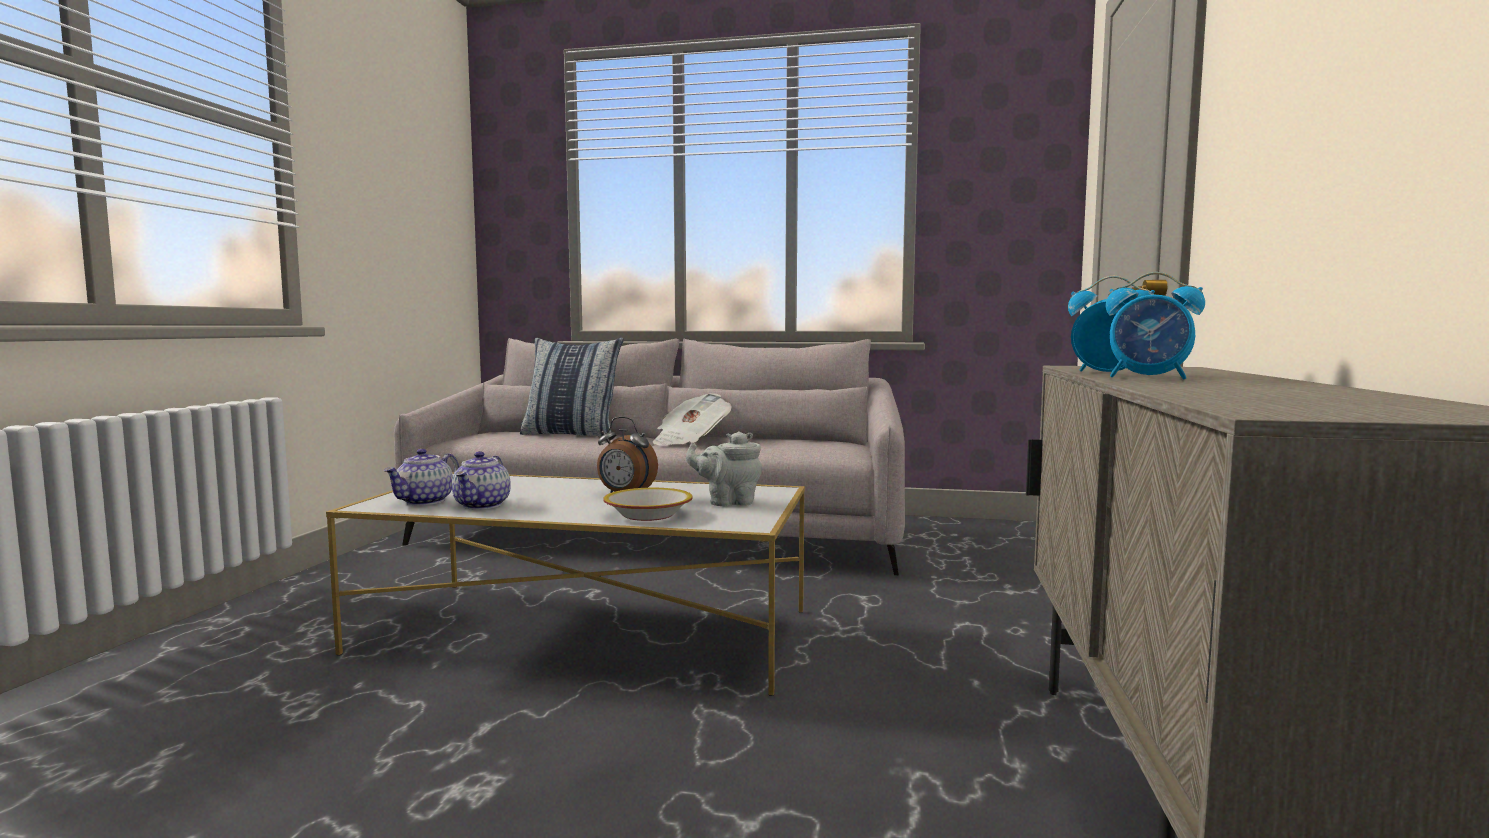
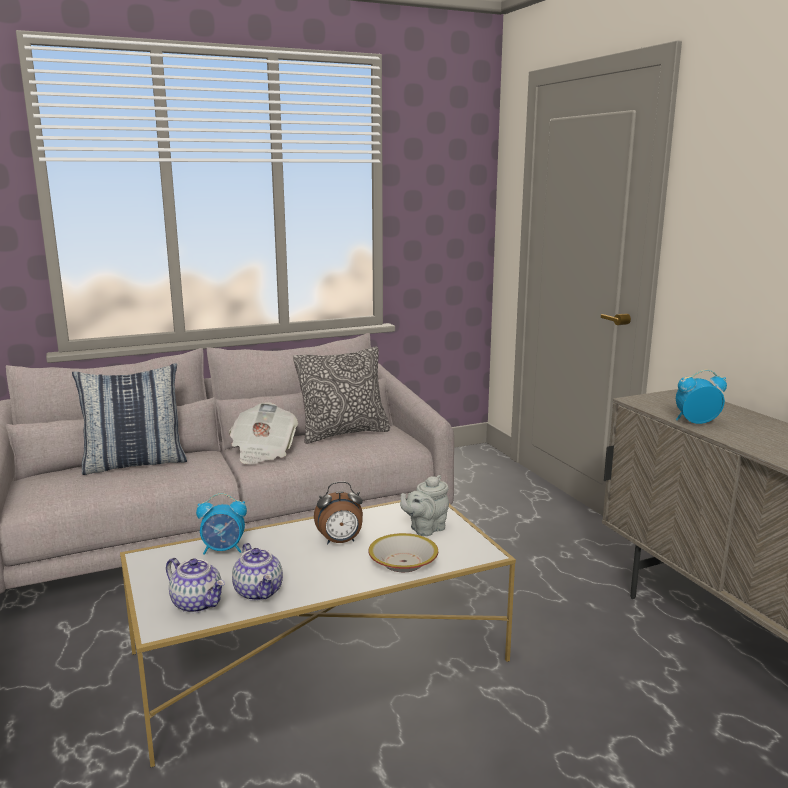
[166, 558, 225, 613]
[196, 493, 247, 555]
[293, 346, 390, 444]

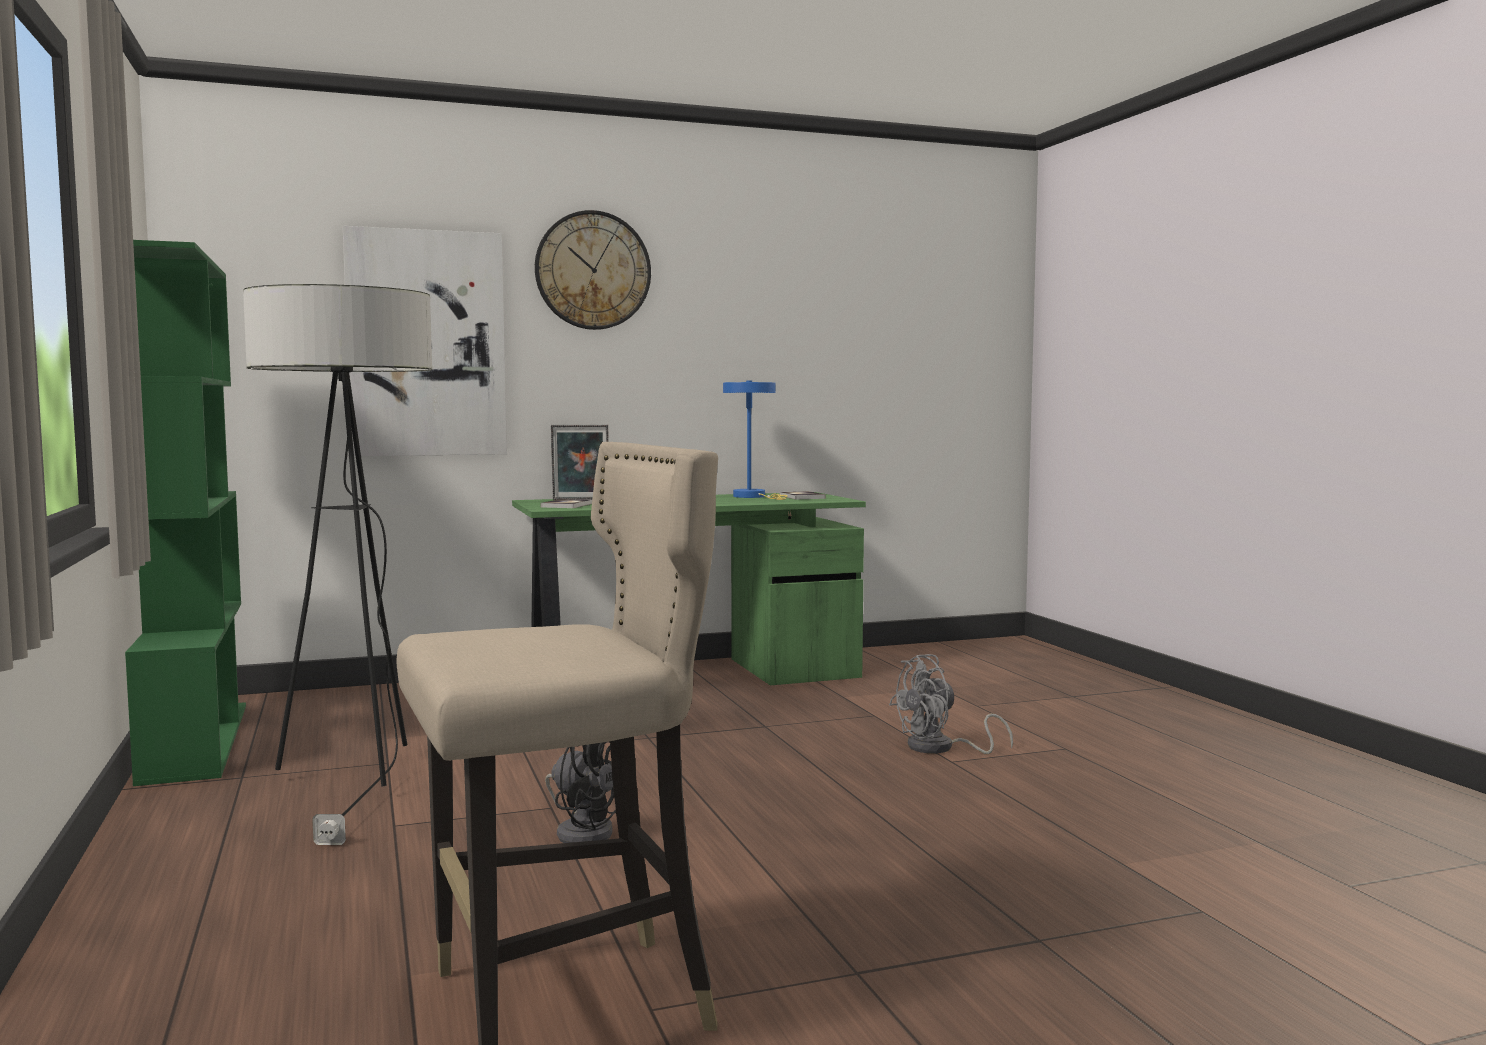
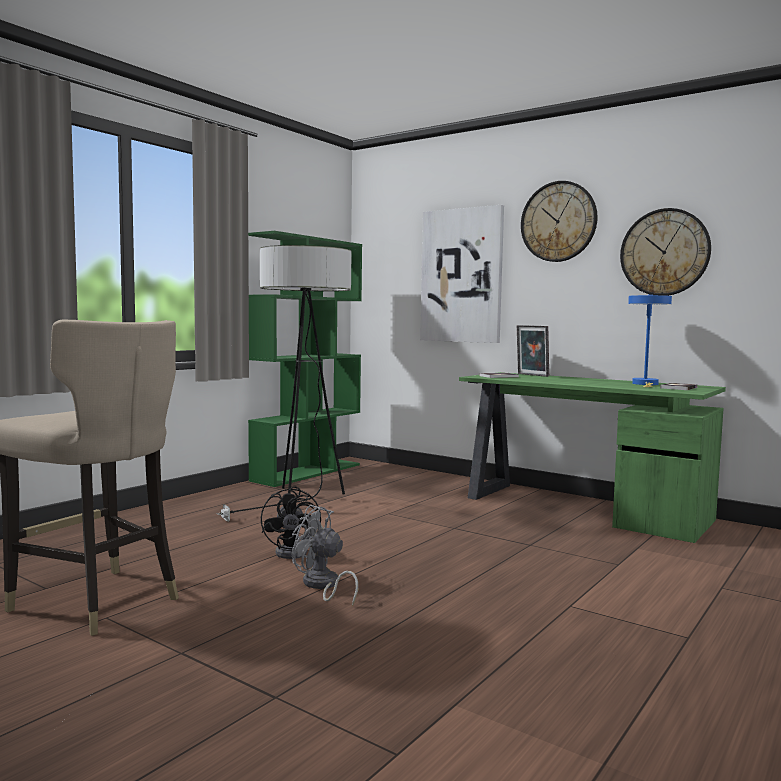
[292, 505, 358, 606]
[620, 208, 711, 296]

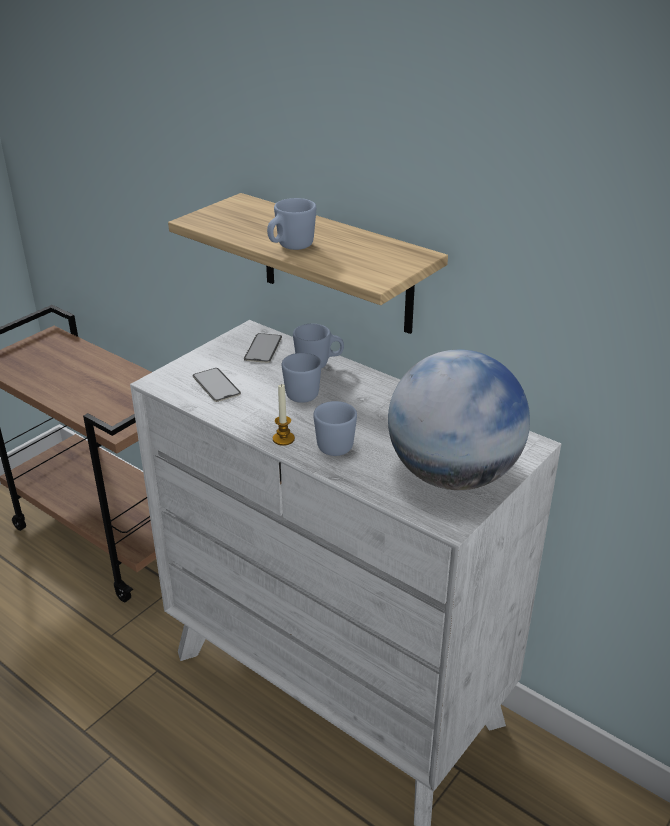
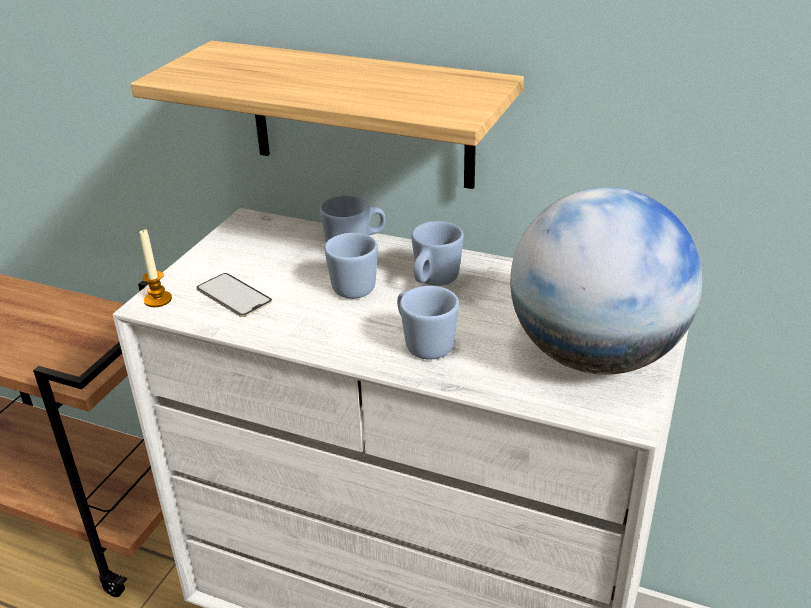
[139, 228, 172, 307]
[411, 221, 464, 286]
[244, 333, 282, 363] (first image)

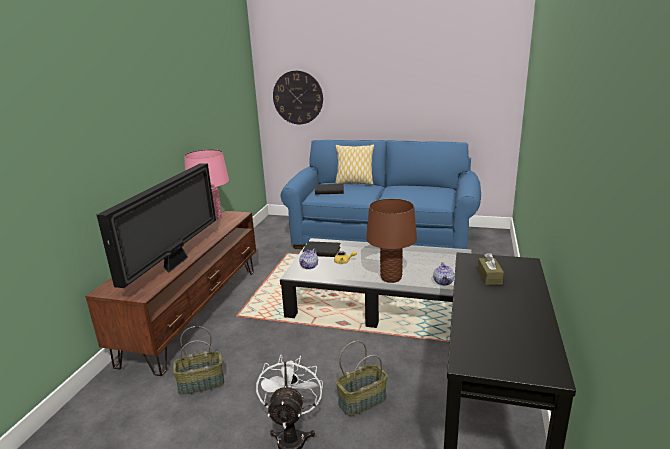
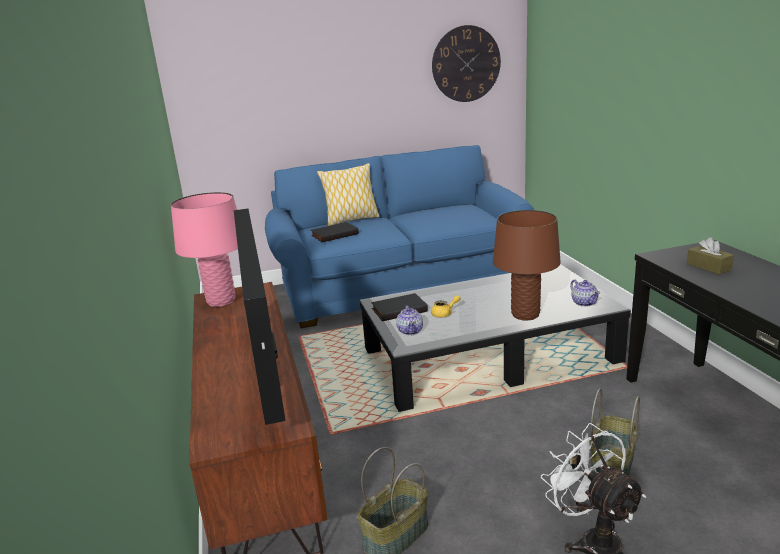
[432, 25, 501, 102]

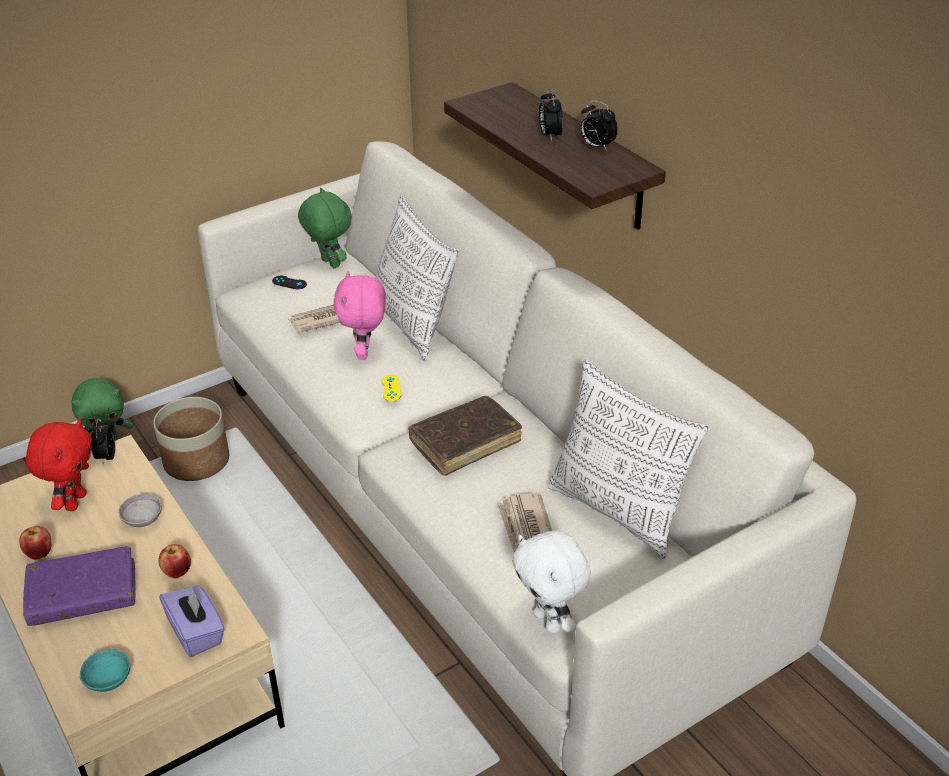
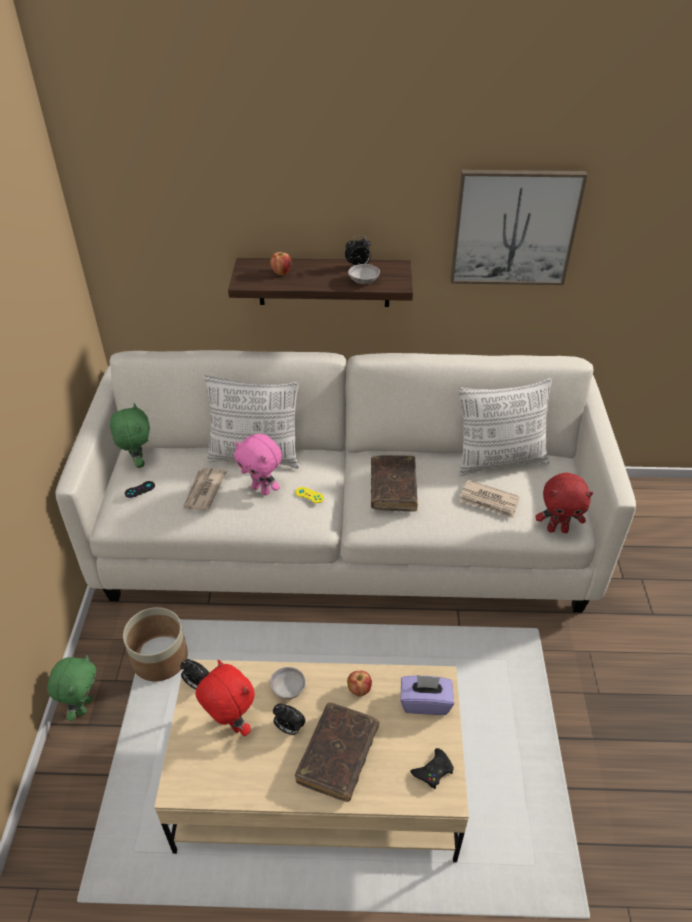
[110, 403, 150, 468]
[270, 252, 291, 275]
[273, 703, 306, 735]
[295, 702, 379, 802]
[348, 264, 380, 284]
[410, 748, 454, 789]
[450, 170, 588, 285]
[536, 473, 593, 533]

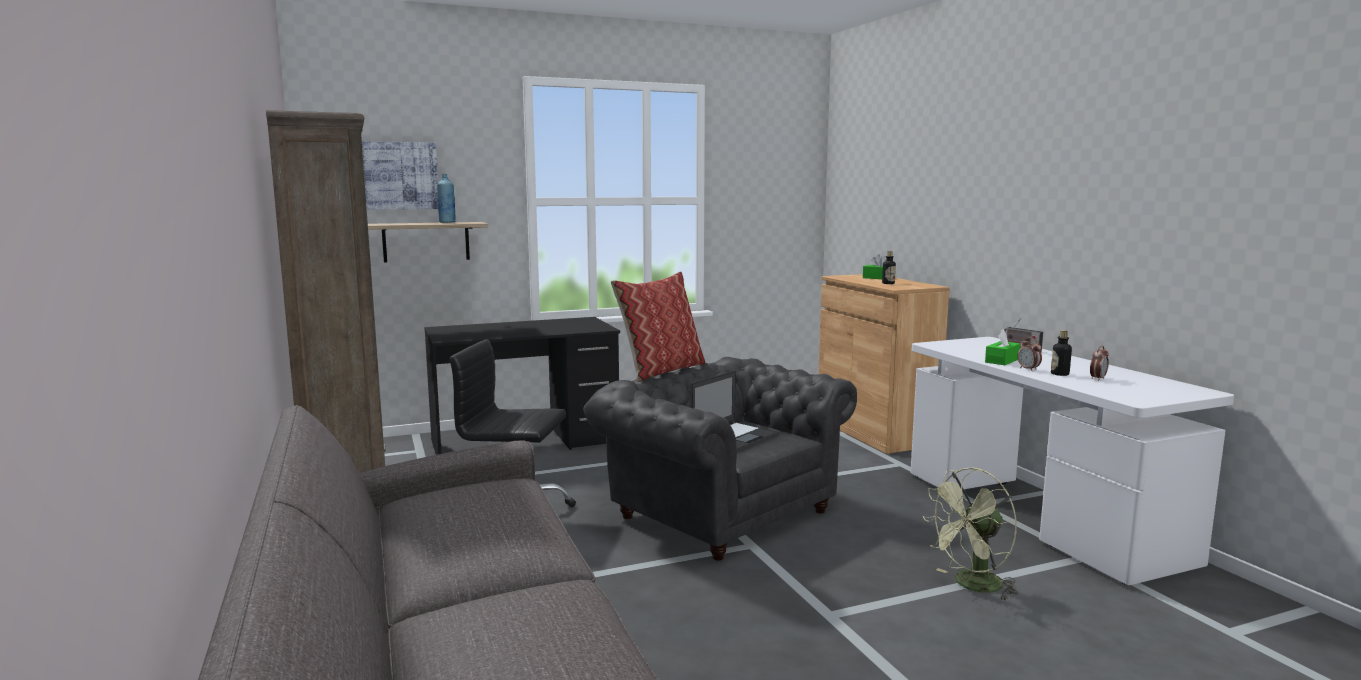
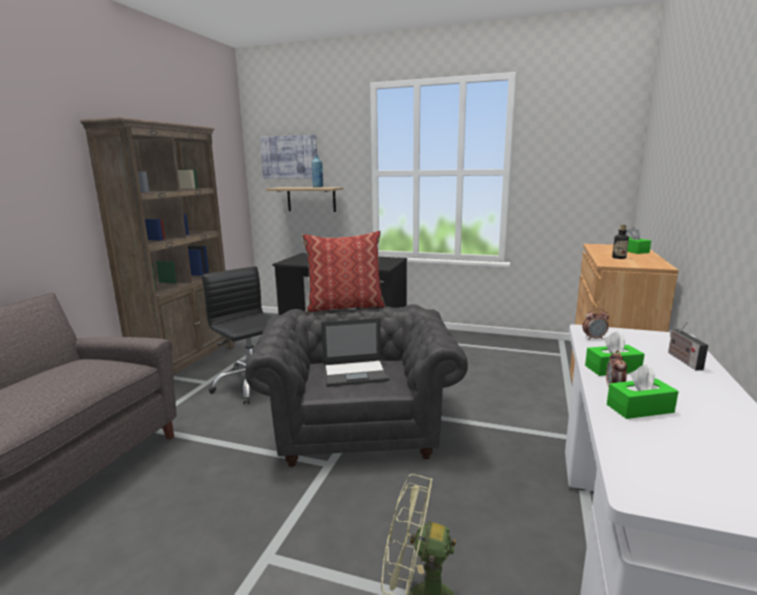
[583, 308, 609, 340]
[607, 364, 679, 419]

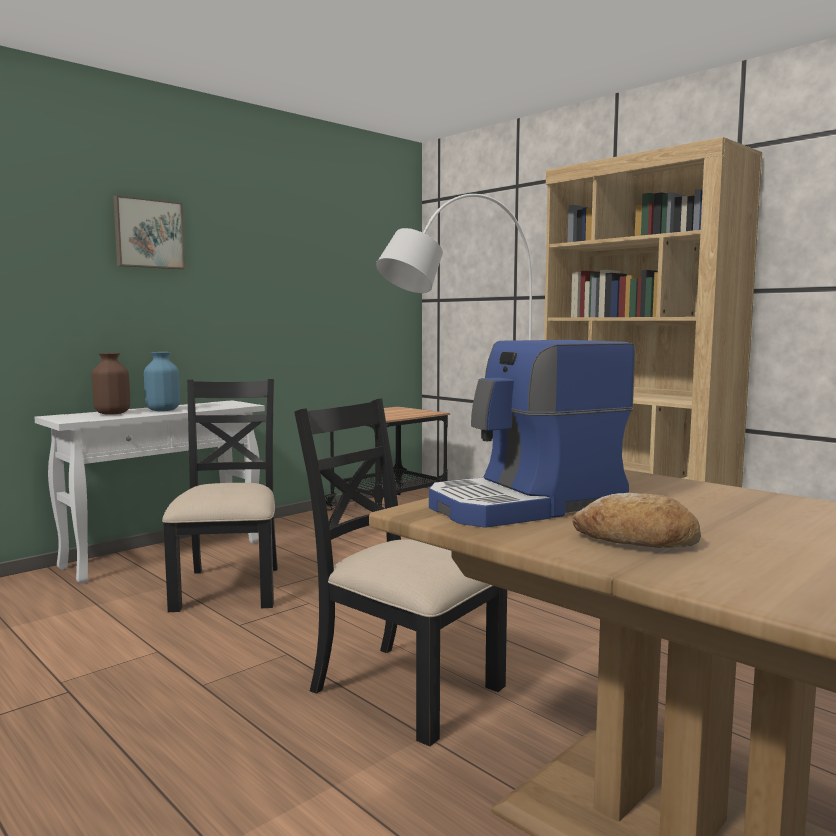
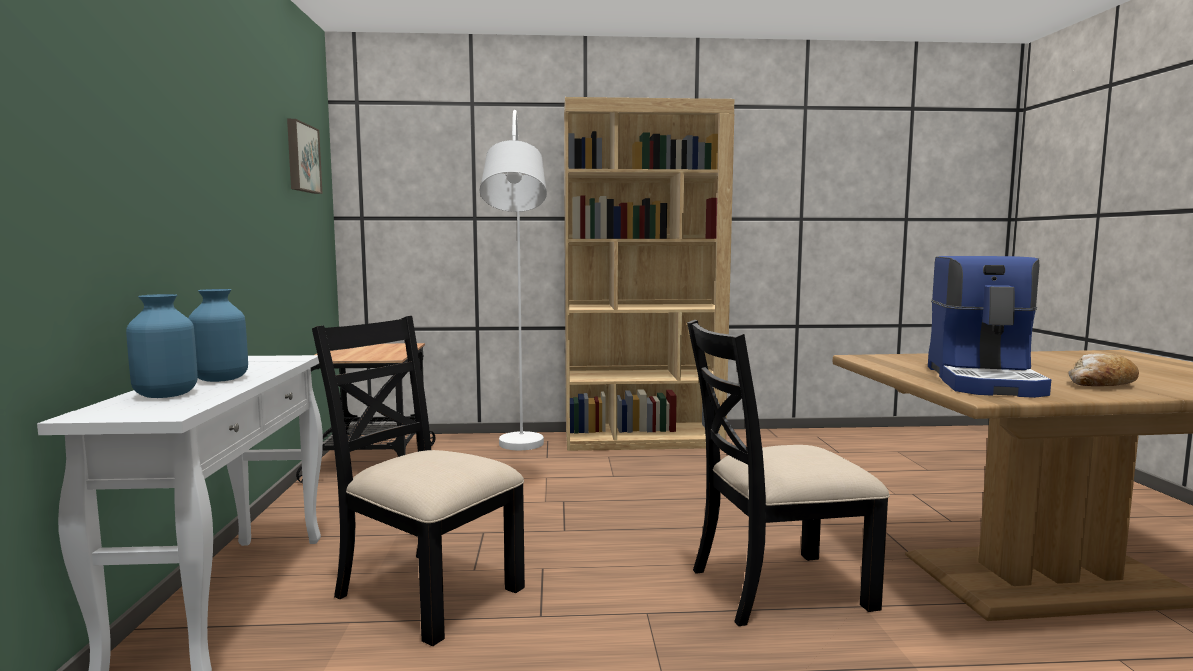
[126, 294, 198, 398]
[287, 119, 323, 194]

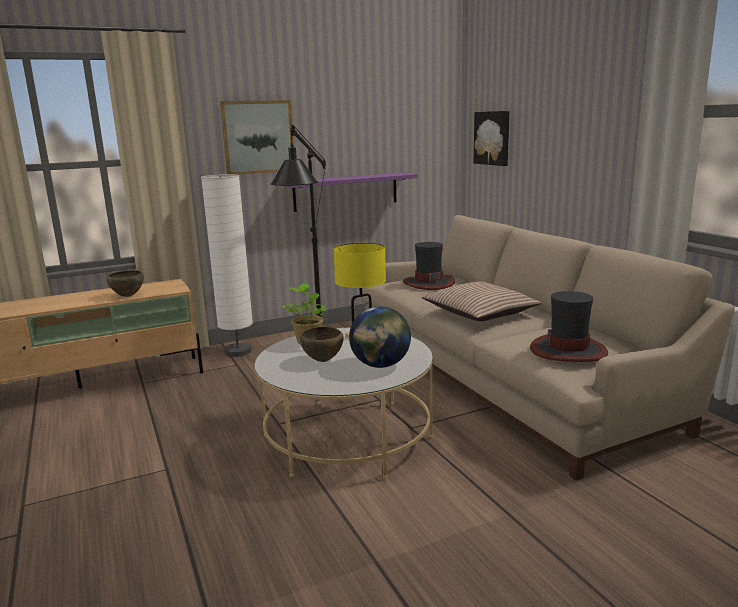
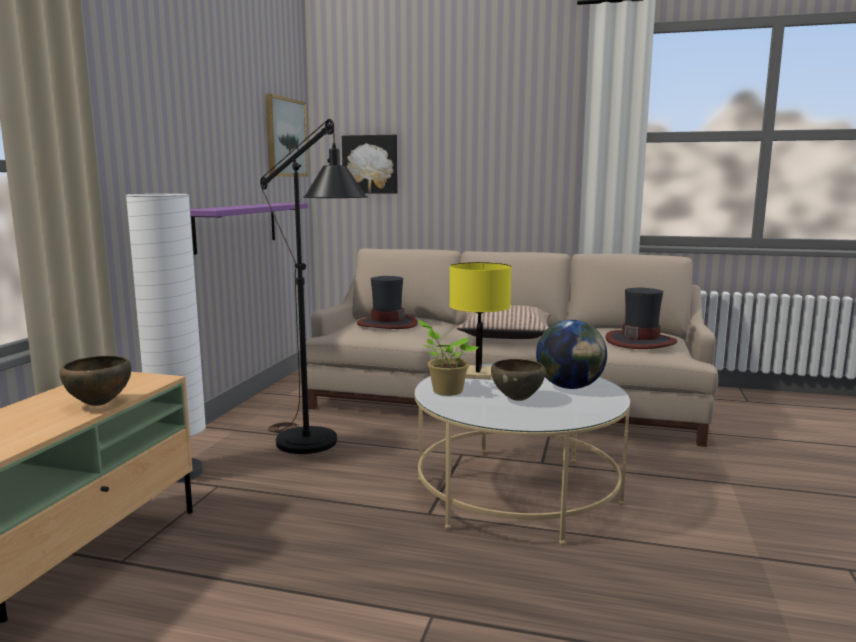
[265, 94, 308, 177]

